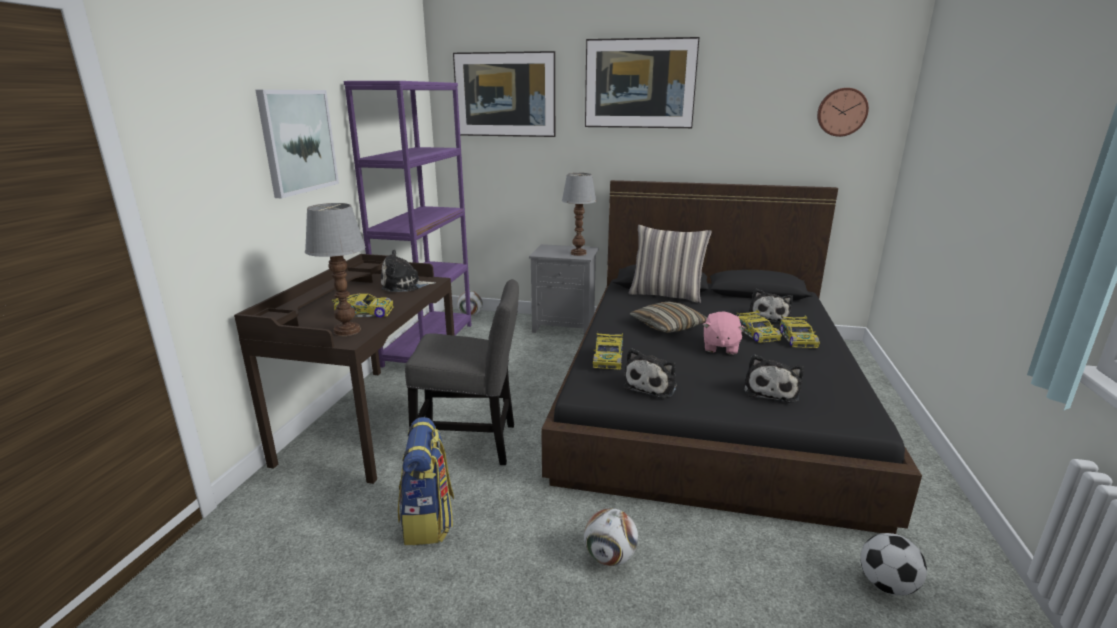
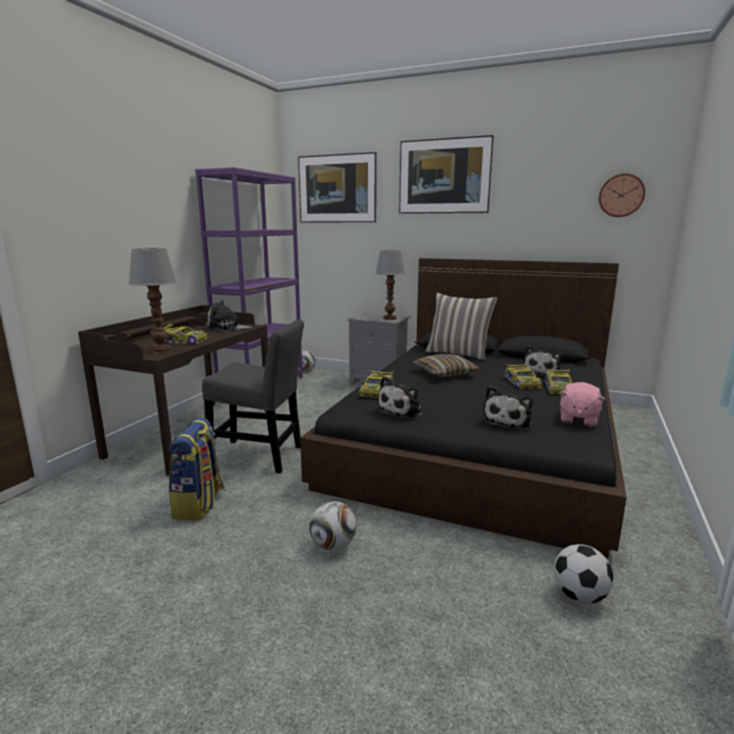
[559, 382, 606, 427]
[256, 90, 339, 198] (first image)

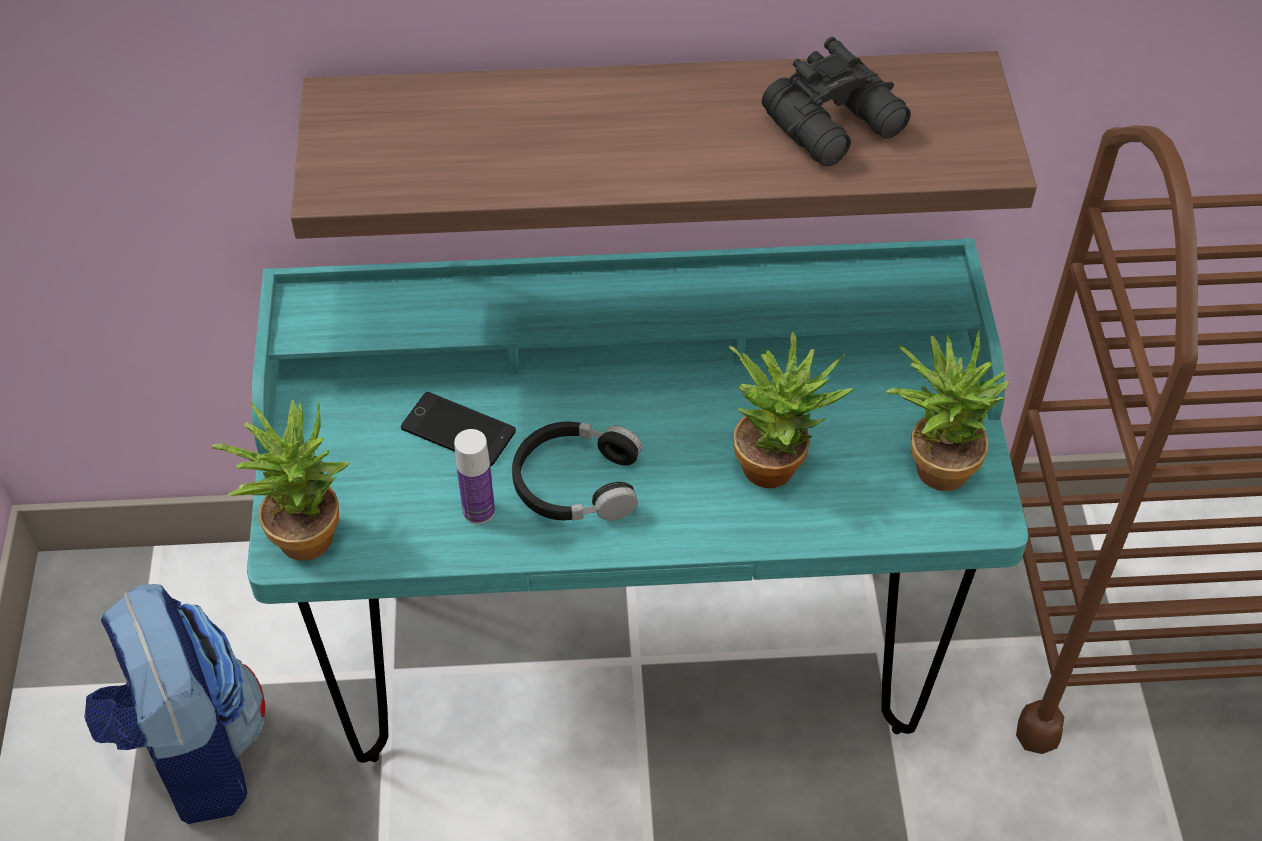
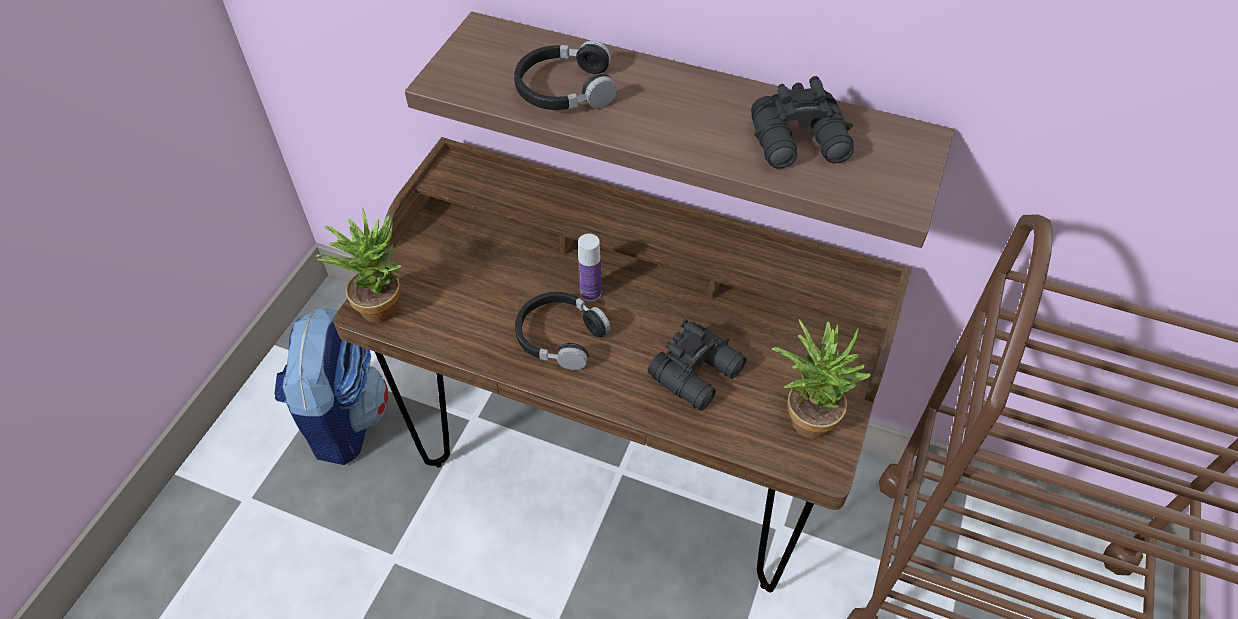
[333, 137, 912, 593]
[514, 40, 617, 110]
[578, 234, 601, 302]
[648, 319, 747, 411]
[401, 392, 516, 466] (first image)

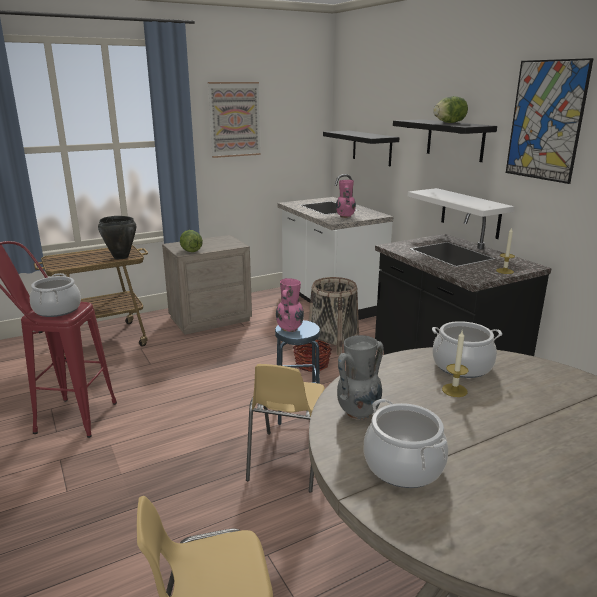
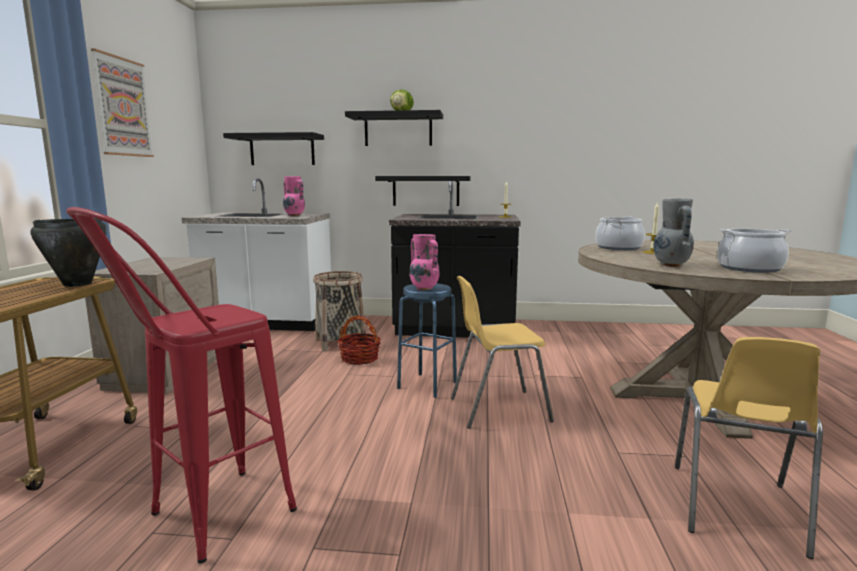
[375, 176, 471, 206]
[451, 276, 554, 429]
[30, 273, 81, 317] (first image)
[180, 230, 203, 252] (first image)
[506, 58, 594, 184] (first image)

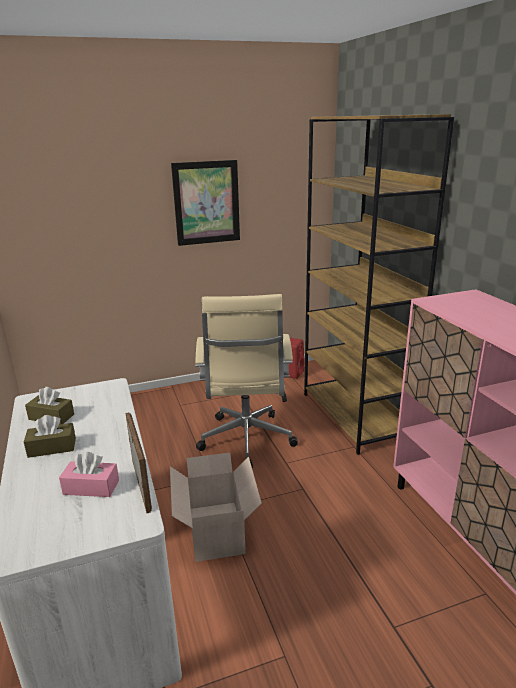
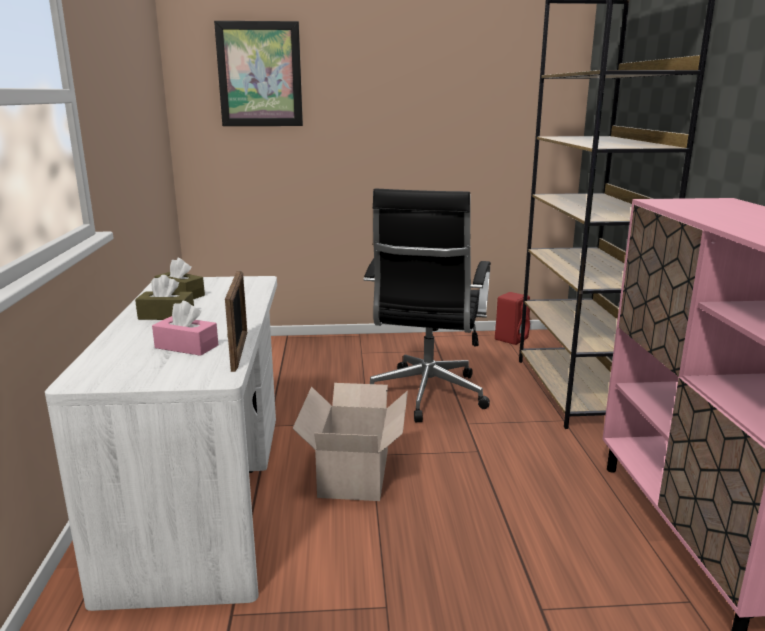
[214, 21, 303, 126]
[363, 189, 491, 423]

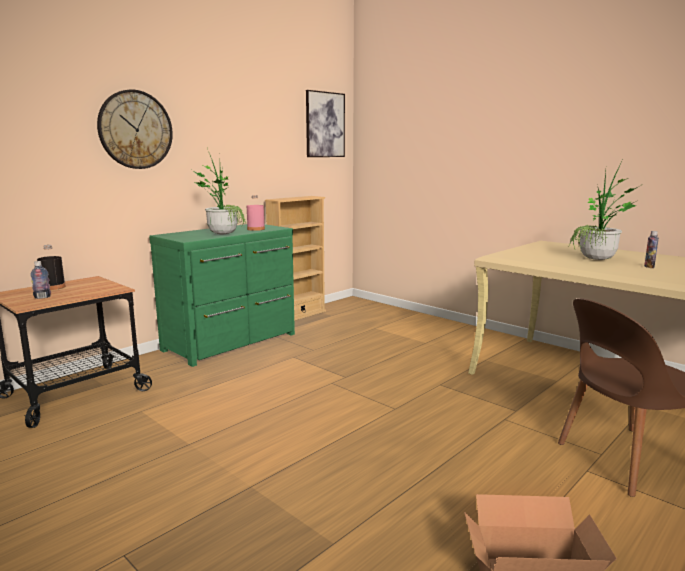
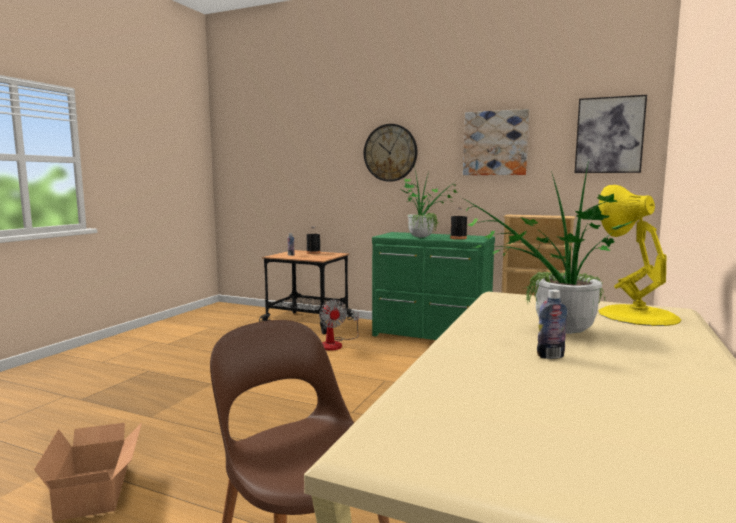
[319, 300, 359, 351]
[450, 207, 467, 240]
[463, 109, 529, 175]
[598, 185, 681, 326]

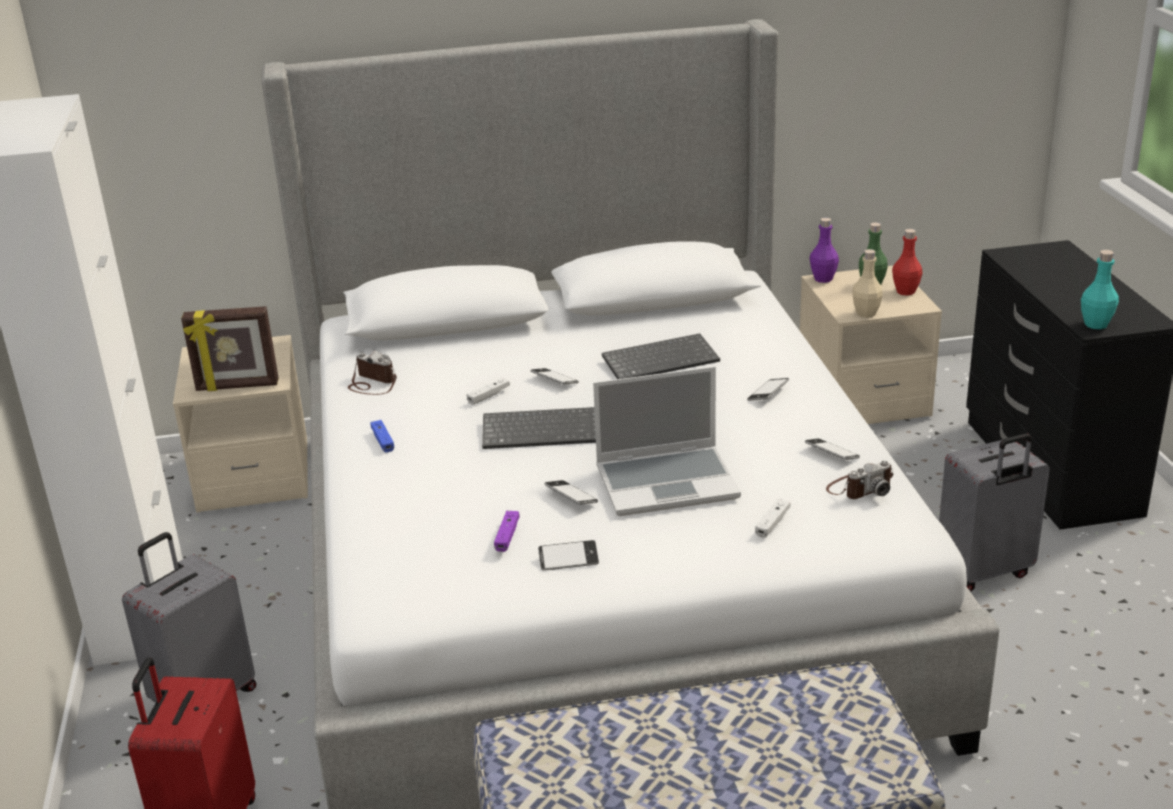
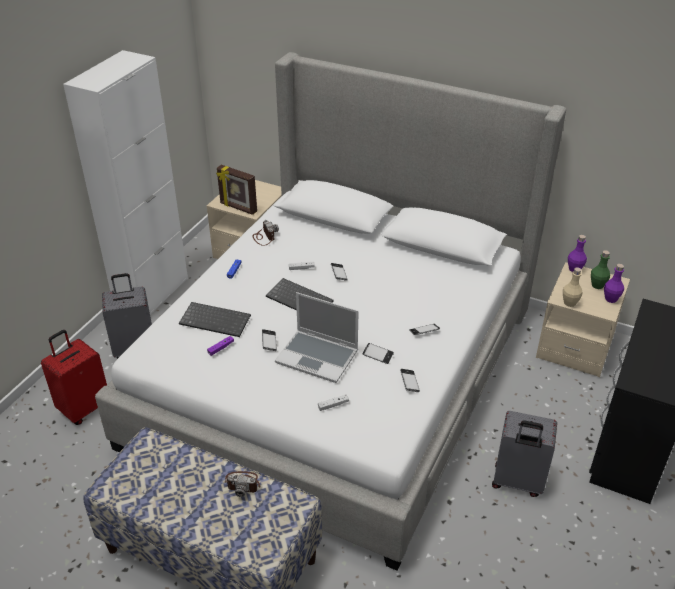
[179, 302, 251, 337]
[225, 471, 261, 497]
[363, 343, 394, 364]
[604, 264, 624, 303]
[1081, 250, 1119, 329] (first image)

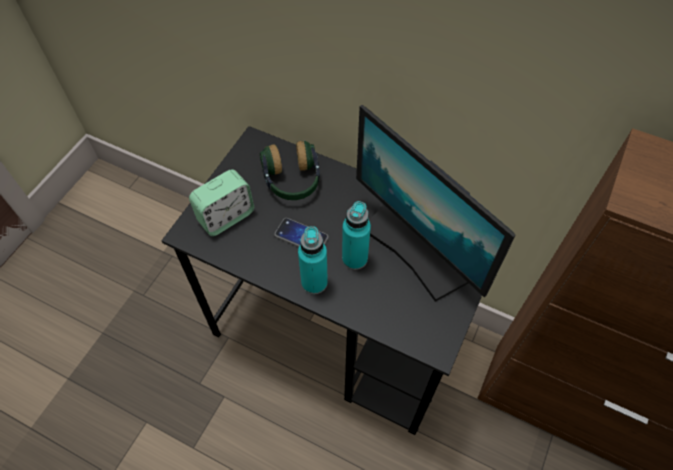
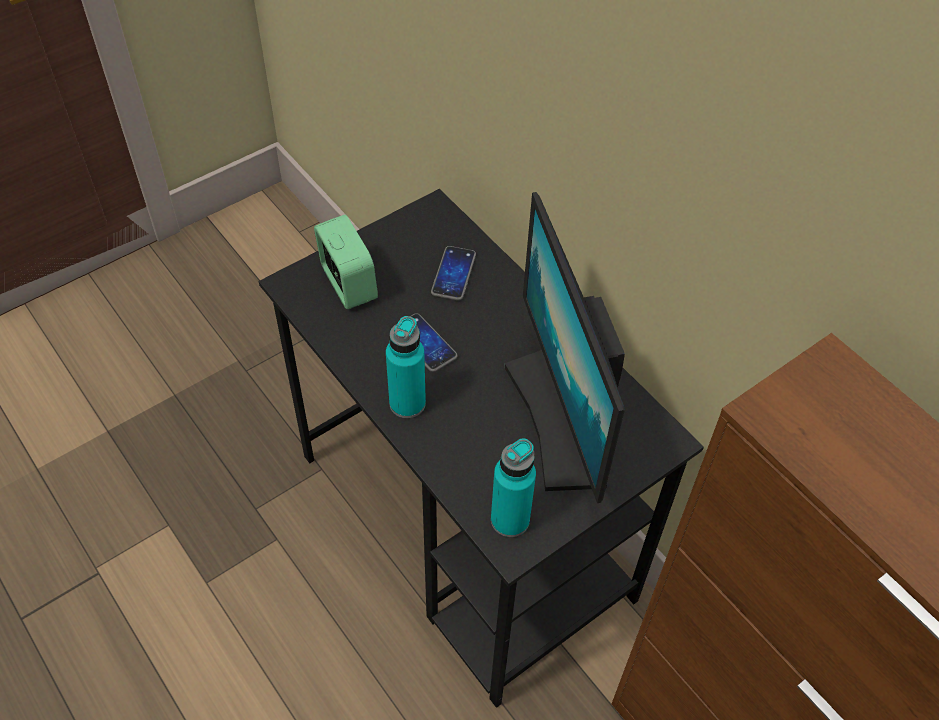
[314, 215, 378, 309]
[431, 246, 476, 301]
[491, 438, 536, 537]

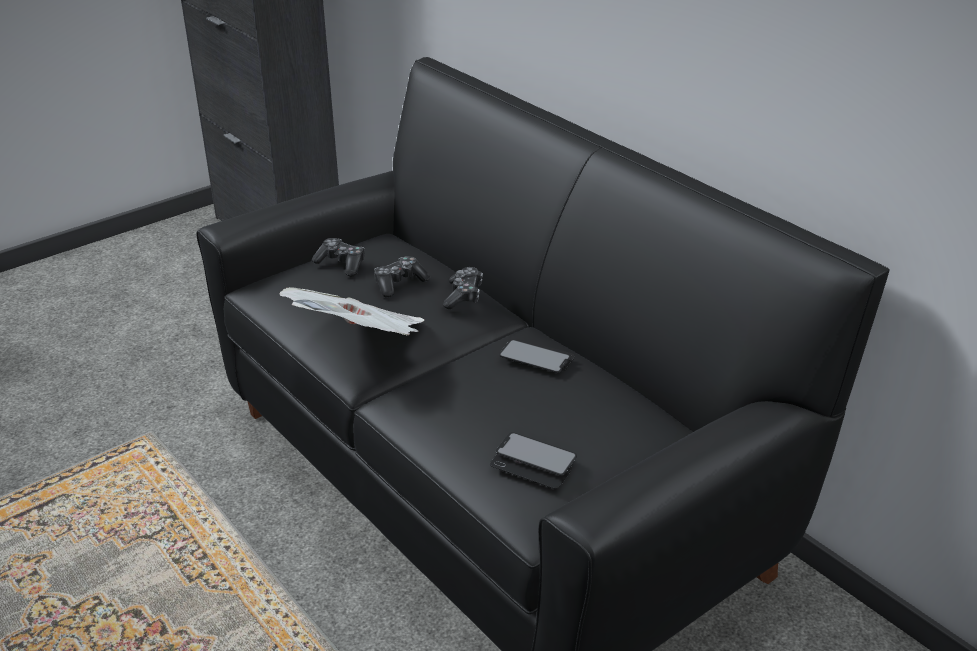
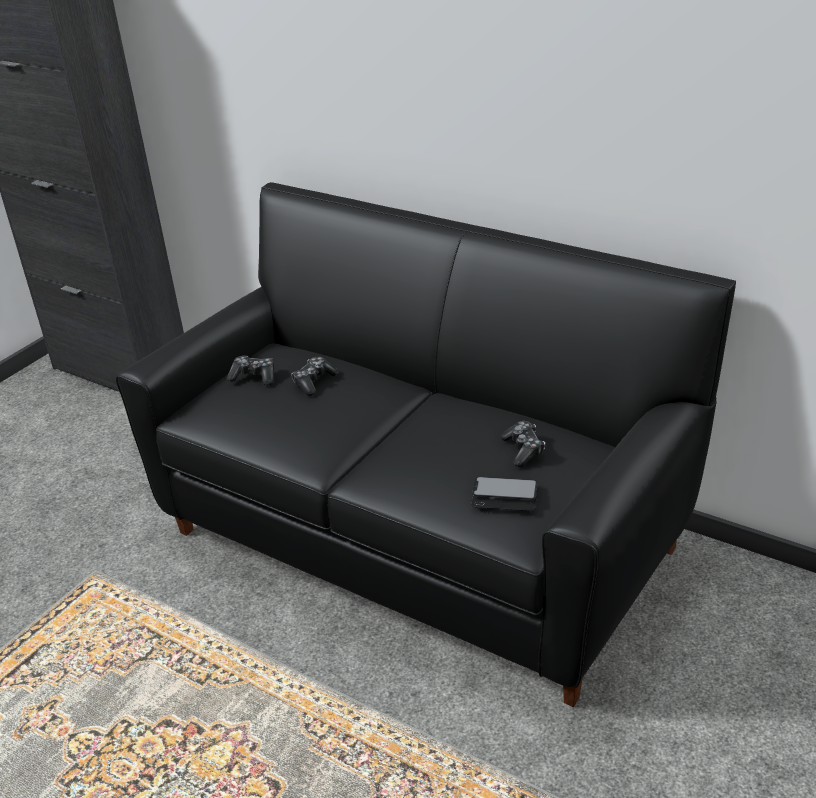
[501, 421, 545, 467]
[279, 287, 424, 336] (first image)
[499, 339, 575, 373] (first image)

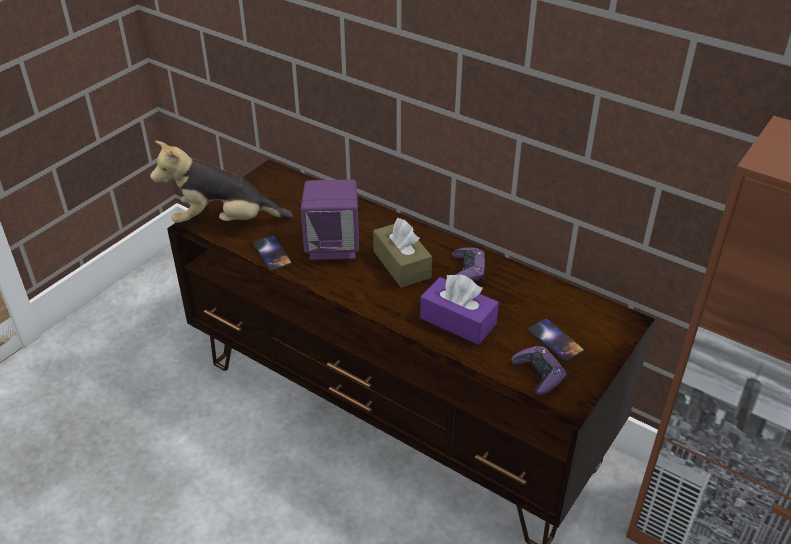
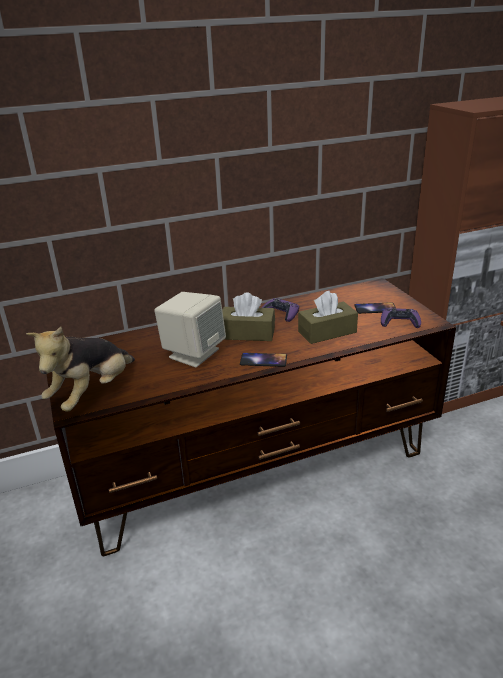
[154, 292, 226, 367]
[240, 353, 287, 367]
[298, 291, 358, 344]

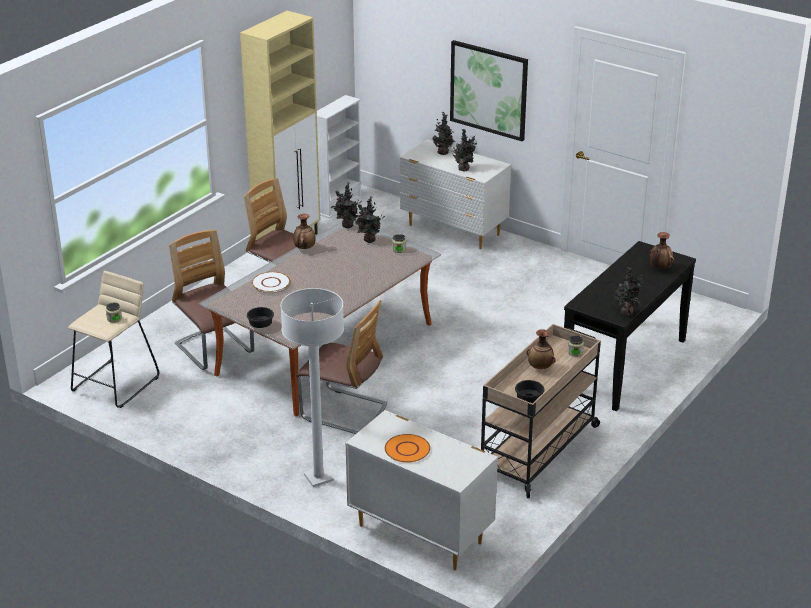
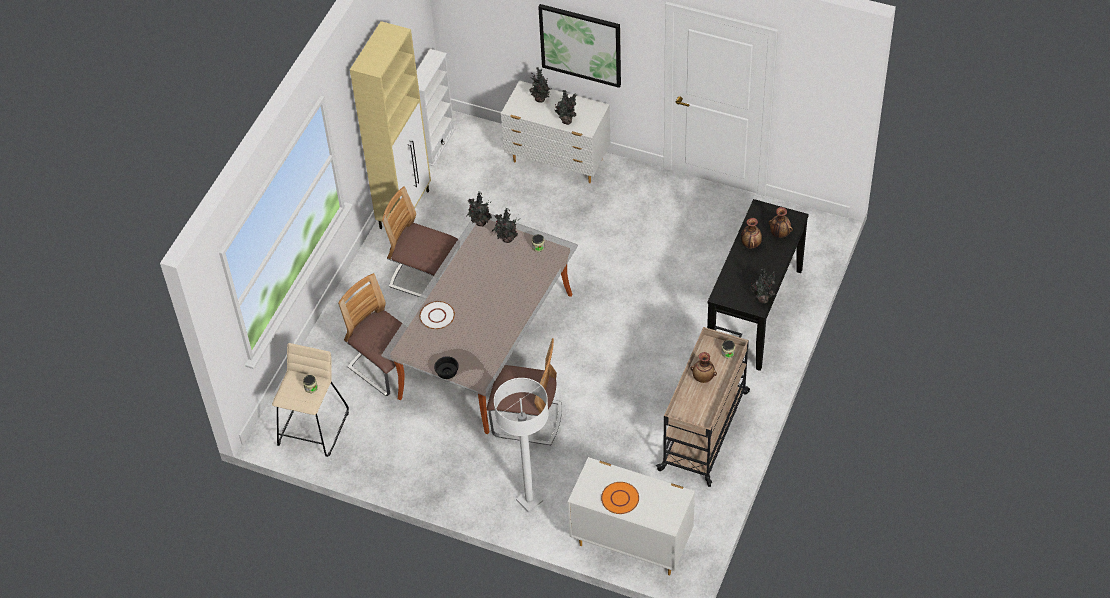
[741, 218, 762, 248]
[515, 380, 544, 403] (first image)

